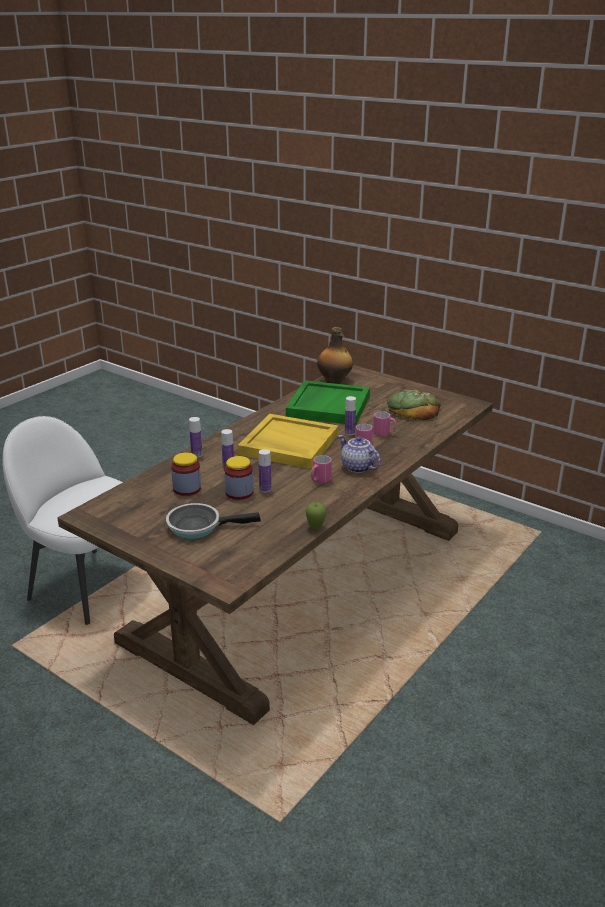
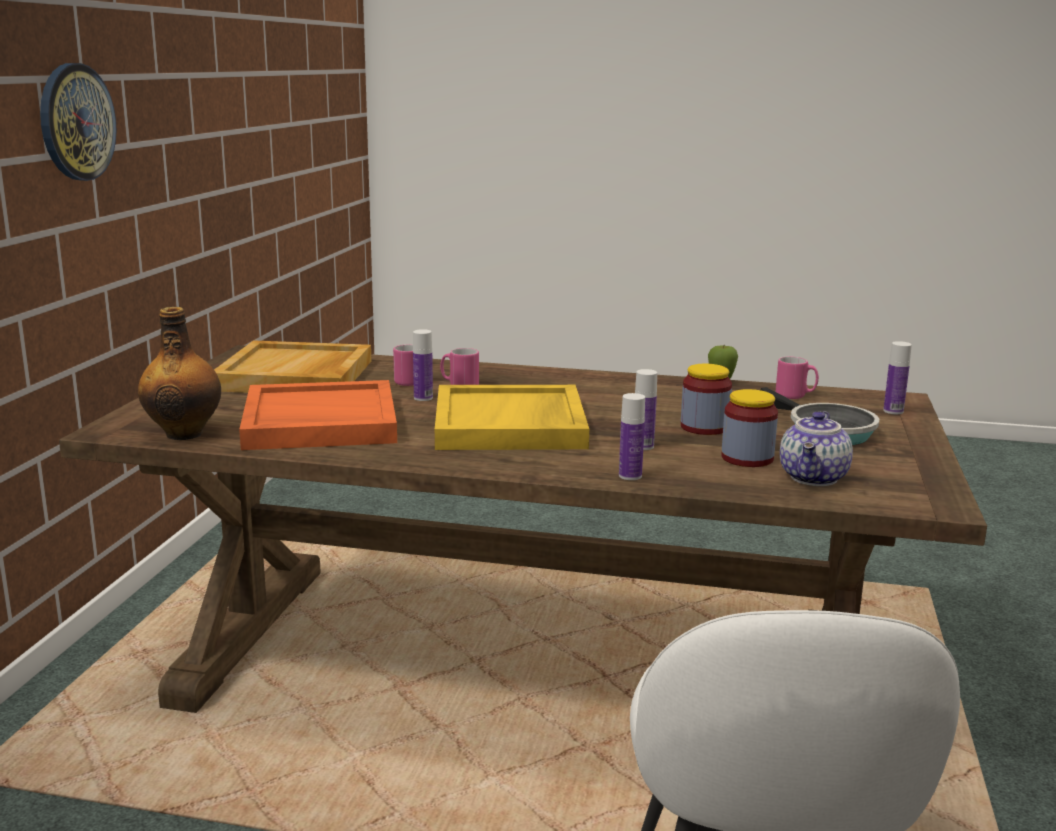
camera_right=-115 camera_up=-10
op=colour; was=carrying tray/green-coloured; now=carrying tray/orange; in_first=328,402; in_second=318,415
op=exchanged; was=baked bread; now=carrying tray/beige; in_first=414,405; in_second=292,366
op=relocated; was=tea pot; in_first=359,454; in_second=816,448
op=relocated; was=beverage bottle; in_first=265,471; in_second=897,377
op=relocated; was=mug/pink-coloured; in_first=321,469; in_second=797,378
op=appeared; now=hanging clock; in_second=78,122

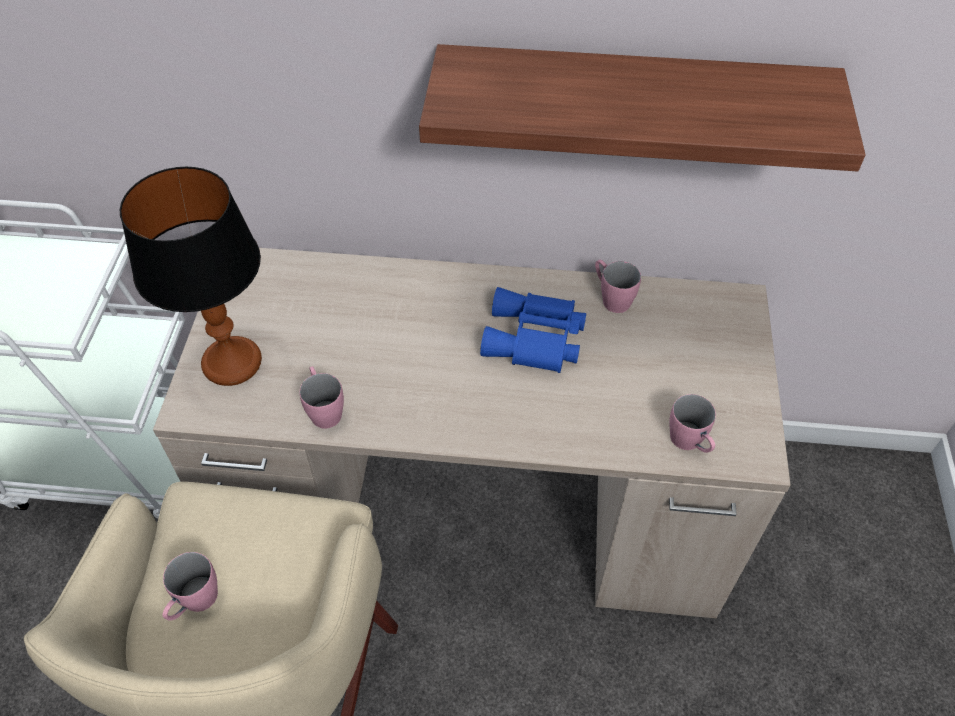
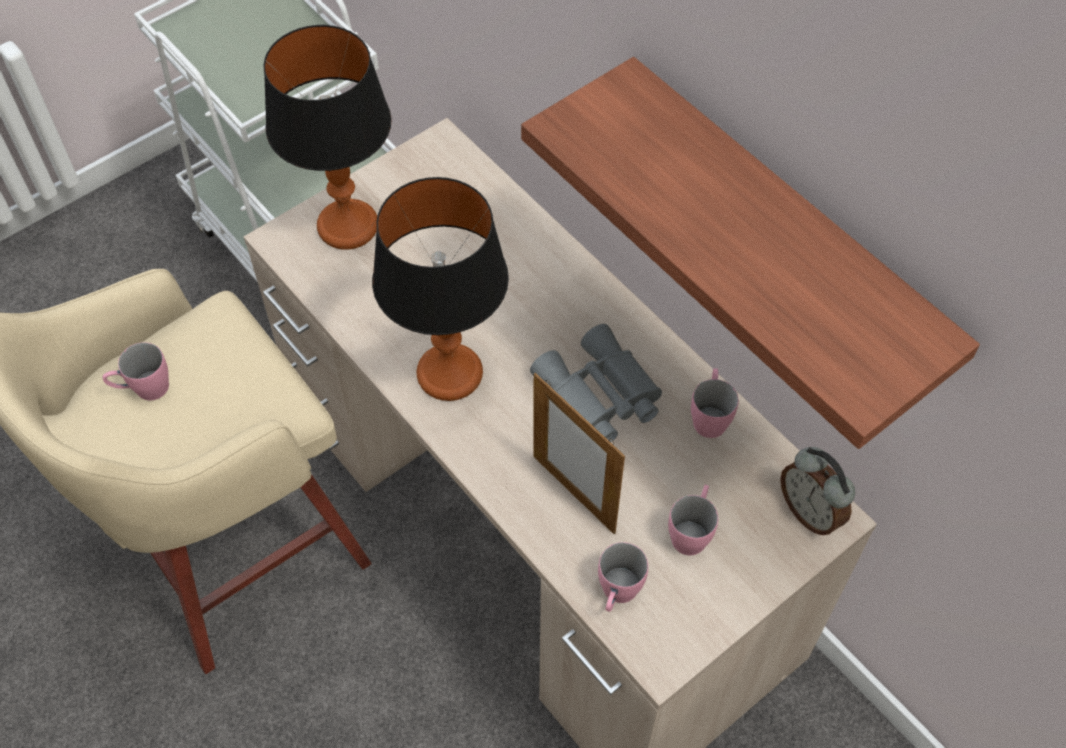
camera_right=45 camera_up=5
op=colour; was=binoculars/blue; now=binoculars/greyish; in_first=533,330; in_second=596,383
op=relocated; was=mug/pink-coloured; in_first=321,397; in_second=693,520
op=appeared; now=tabletop lamp; in_second=440,289
op=appeared; now=photo frame; in_second=579,453
op=appeared; now=table clock; in_second=817,491

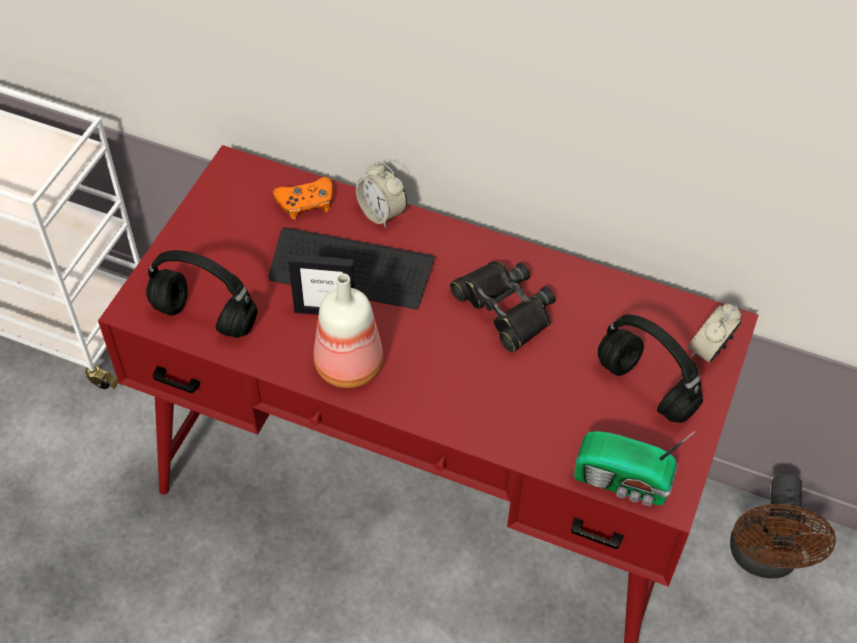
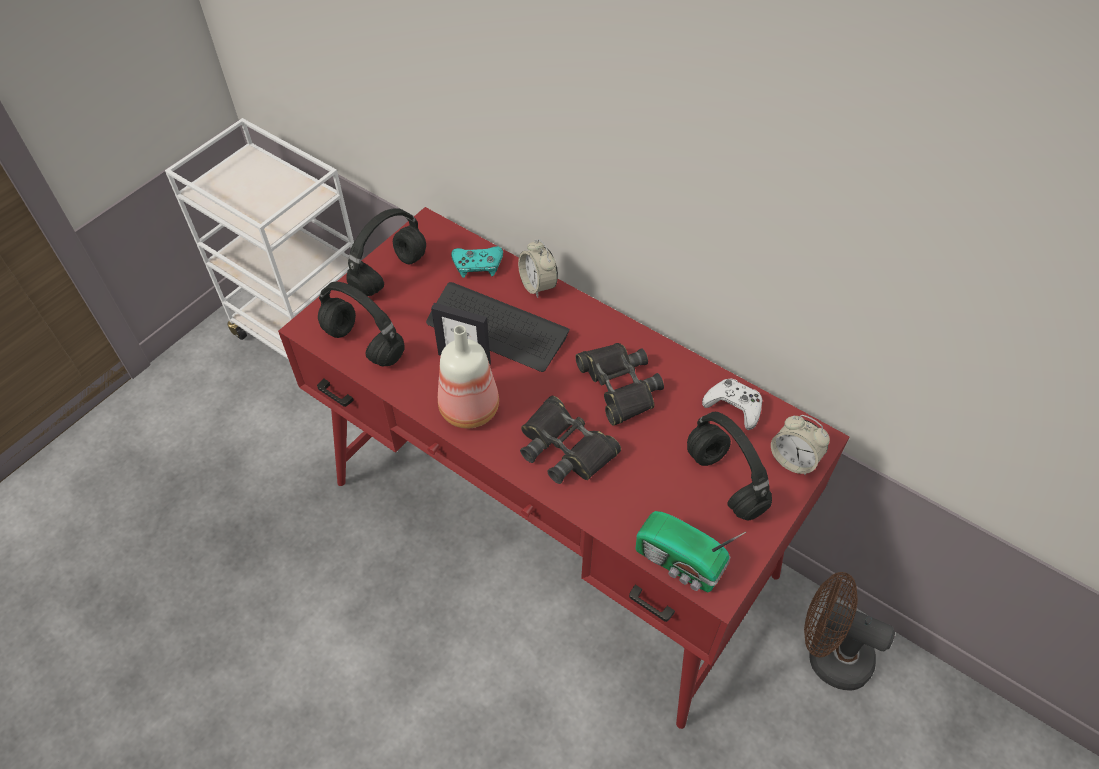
camera_right=15 camera_up=0
op=colour; was=gamepad/orange; now=gamepad/turquoise-coloured; in_first=303,198; in_second=477,262
op=spun; was=table clock; in_first=714,334; in_second=800,445; clockwise=-105
op=spun; was=cooling fan/brown; in_first=783,526; in_second=849,631; clockwise=90
op=appeared; now=headphones/black-coloured; in_second=386,252
op=appeared; now=gamepad/white; in_second=732,404
op=appeared; now=binoculars/black-coloured; in_second=570,440

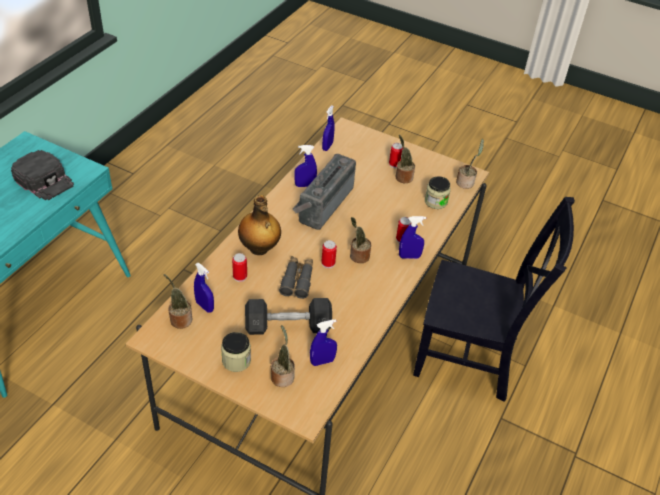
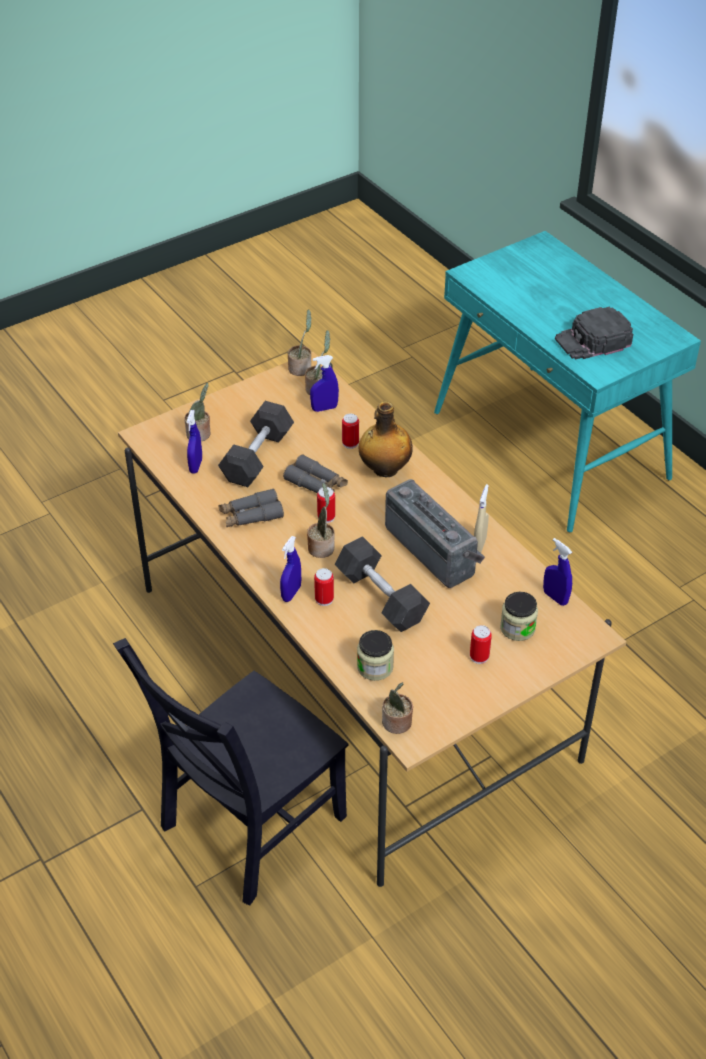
camera_right=120 camera_up=0
op=relocated; was=potted plant; in_first=405,159; in_second=300,342
op=colour; was=sprayer/blue; now=sprayer/beige; in_first=305,166; in_second=481,518
op=relocated; was=jar; in_first=236,352; in_second=519,616
op=appeared; now=binoculars/greyish; in_second=251,507
op=appeared; now=dumbbell/greyish; in_second=382,584

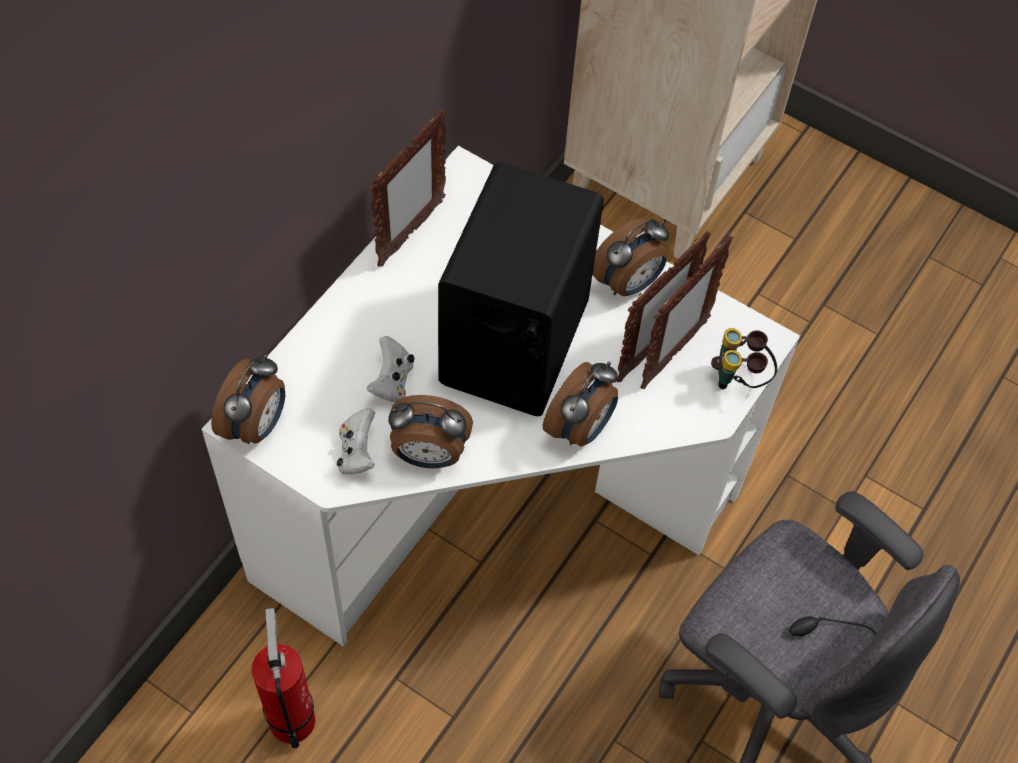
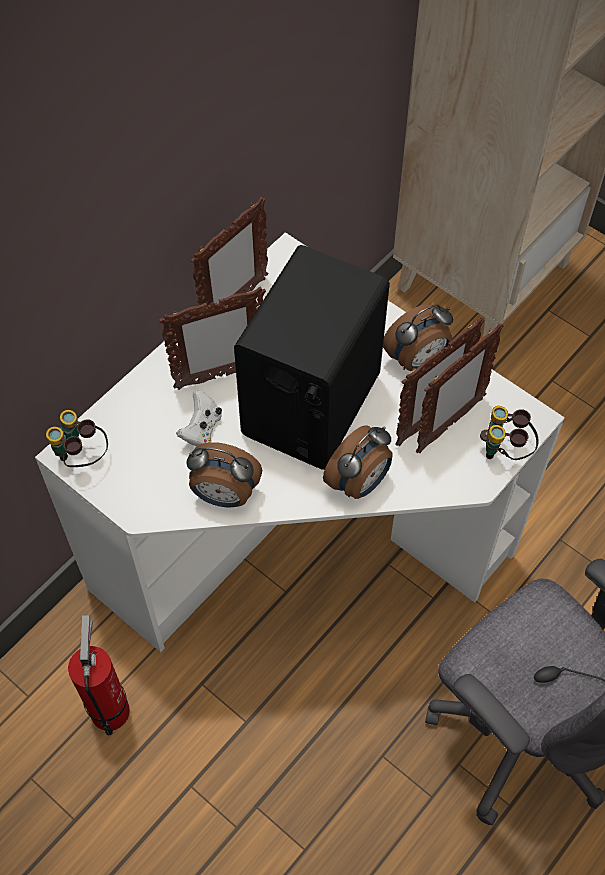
camera_right=10 camera_up=0
op=exchanged; was=table clock; now=binoculars; in_first=248,399; in_second=77,438
op=missing; was=gamepad/white; in_first=356,441
op=appeared; now=photo frame; in_second=212,338

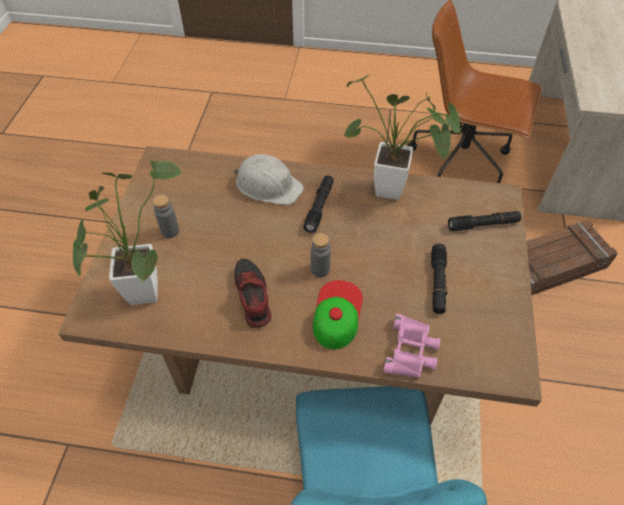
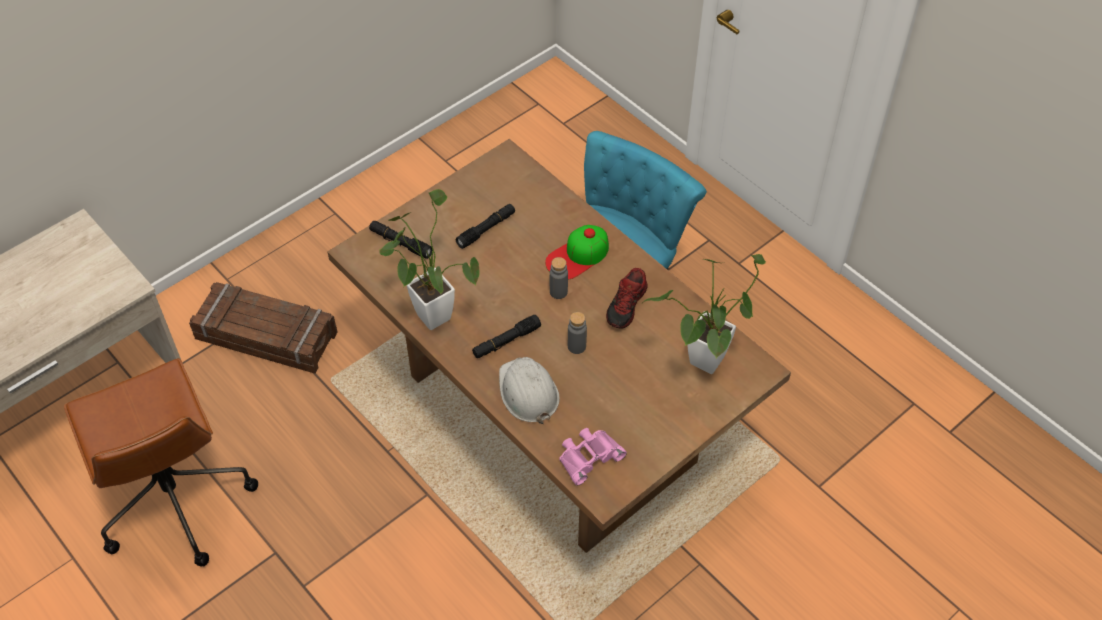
camera_right=-140 camera_up=0
op=relocated; was=beverage bottle/greyish; in_first=166,216; in_second=577,333
op=relocated; was=binoculars/pink-coloured; in_first=411,346; in_second=593,456

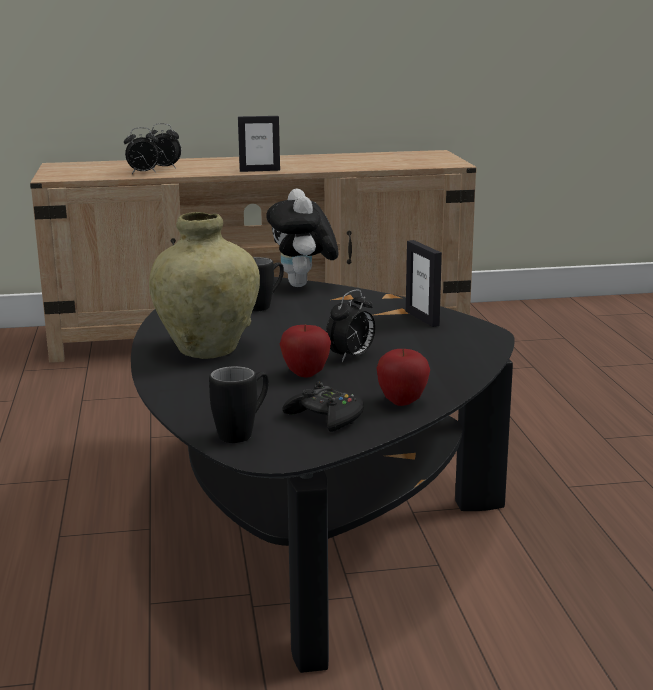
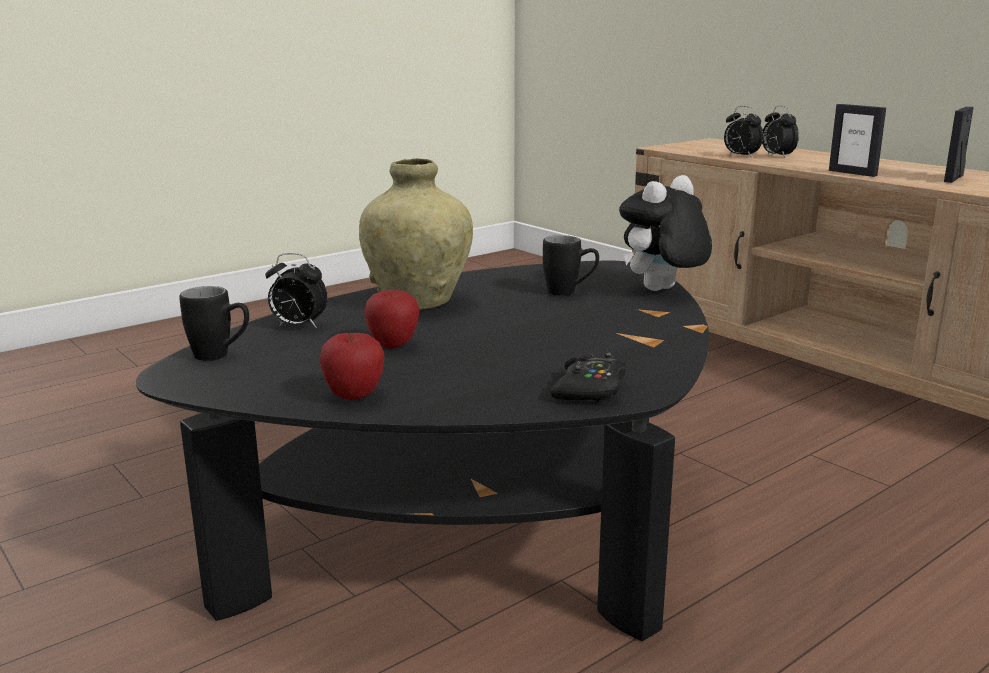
camera_right=60 camera_up=0
op=relocated; was=photo frame; in_first=424,283; in_second=959,145
op=relocated; was=table clock; in_first=350,325; in_second=296,290
op=relocated; was=gamepad/black-coloured; in_first=323,406; in_second=588,377

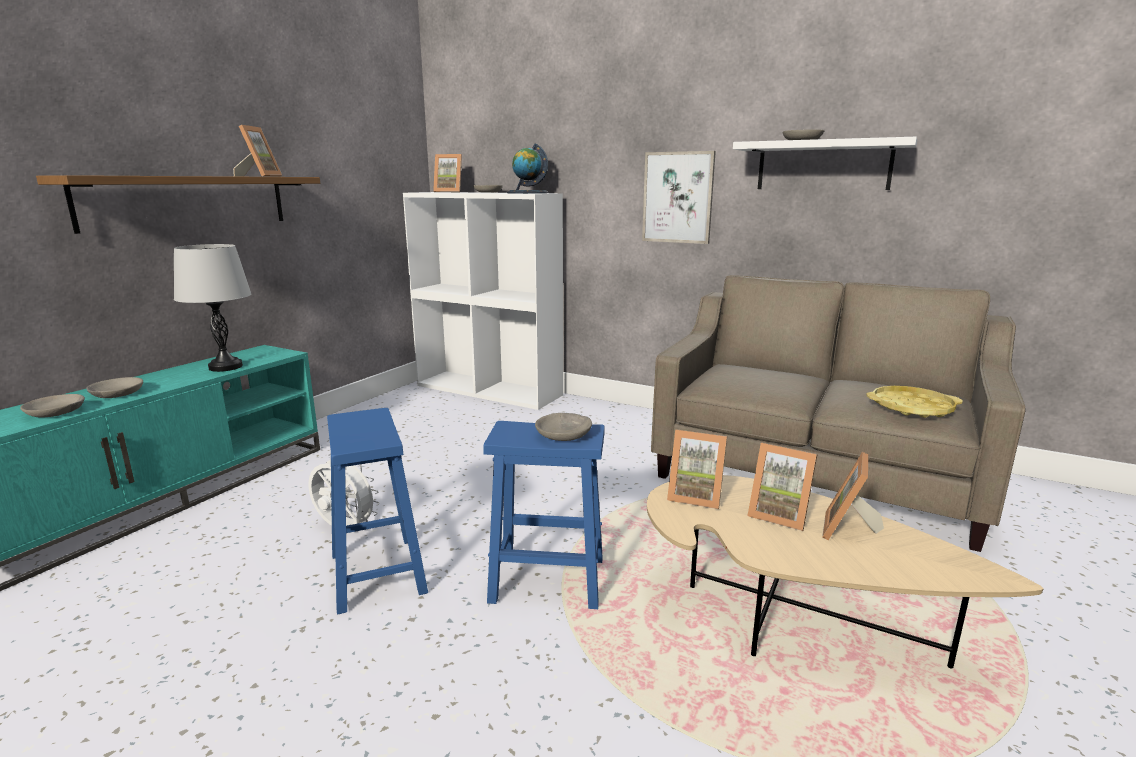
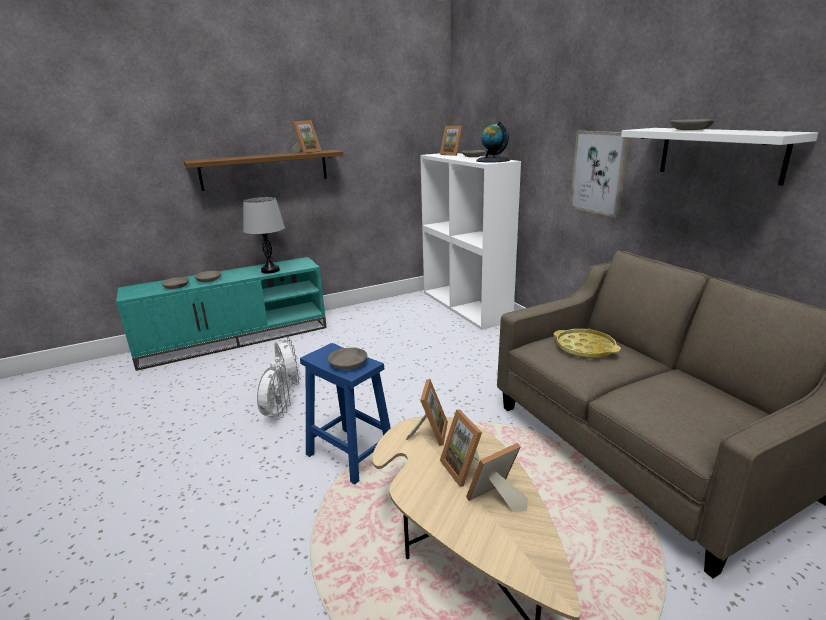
camera_right=35 camera_up=5
op=relocated; was=carrying tray/yellow-coloured; in_first=914,402; in_second=587,344
op=exchanged; was=sitting stool/blue; now=cooling fan/white; in_first=377,511; in_second=275,392
op=spun; was=photo frame; in_first=697,469; in_second=427,412; clockwise=-135

